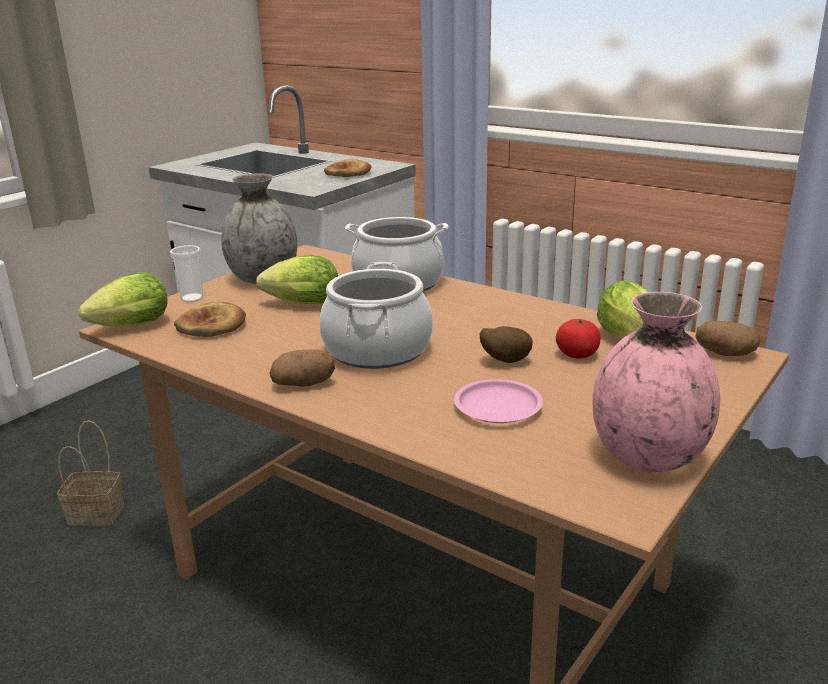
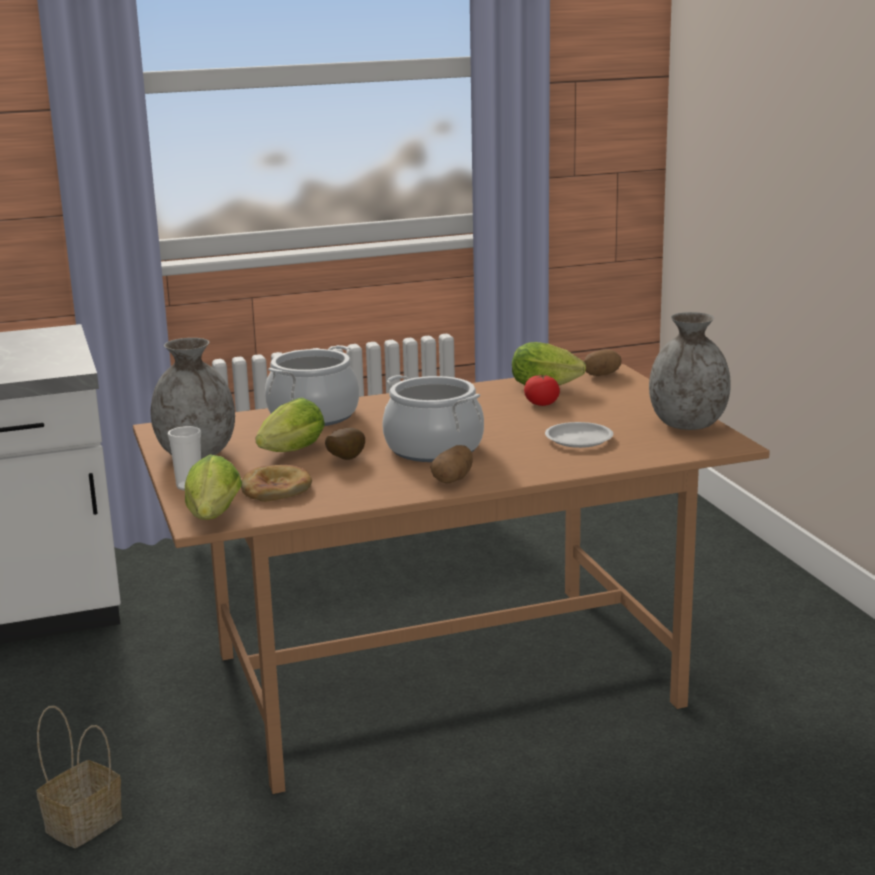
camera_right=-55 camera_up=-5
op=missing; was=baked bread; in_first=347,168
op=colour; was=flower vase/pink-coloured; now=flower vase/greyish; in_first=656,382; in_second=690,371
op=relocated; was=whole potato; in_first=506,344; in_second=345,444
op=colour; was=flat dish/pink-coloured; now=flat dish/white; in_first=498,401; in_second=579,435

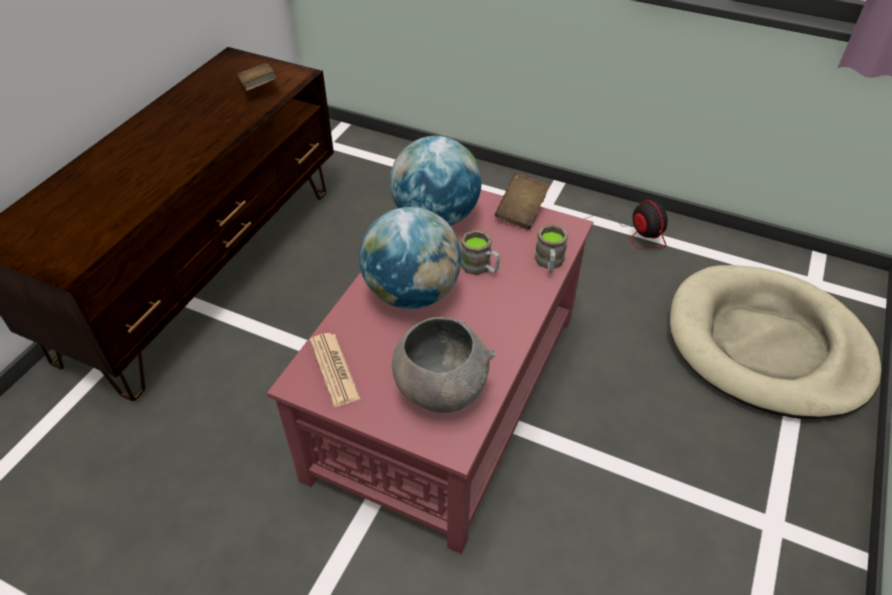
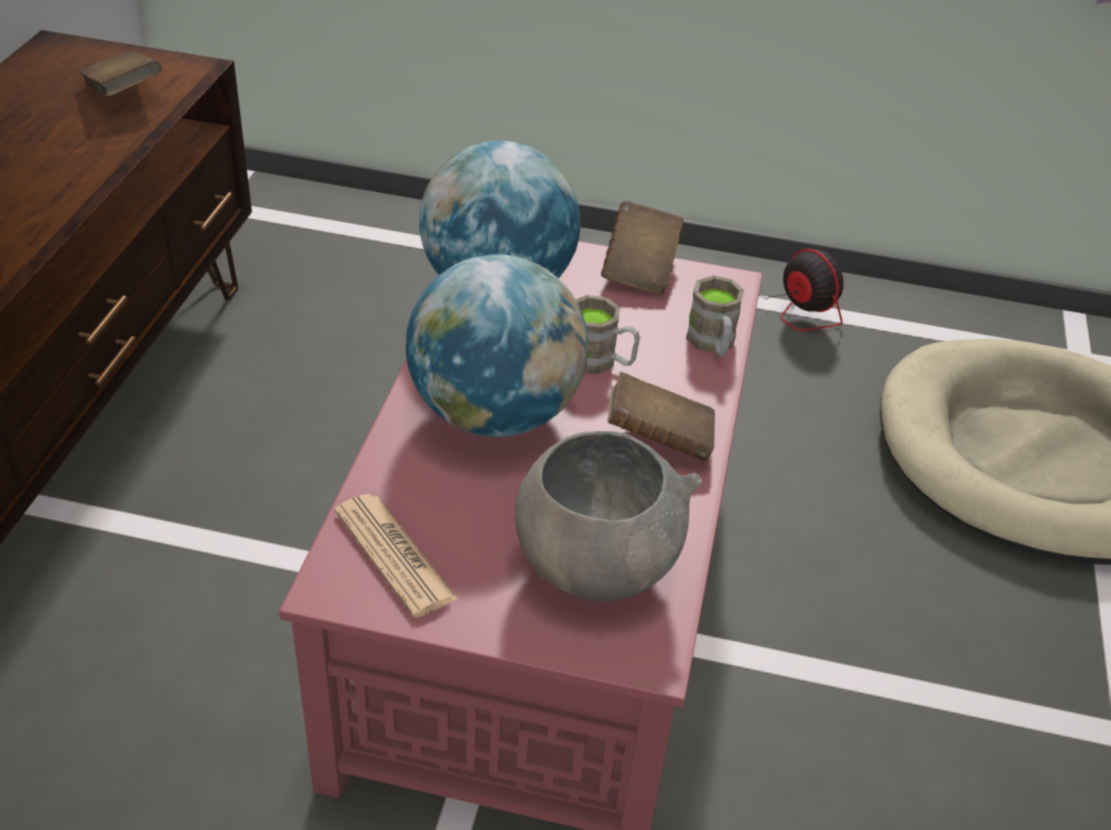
camera_right=-15 camera_up=-5
op=appeared; now=book/brown; in_second=661,417

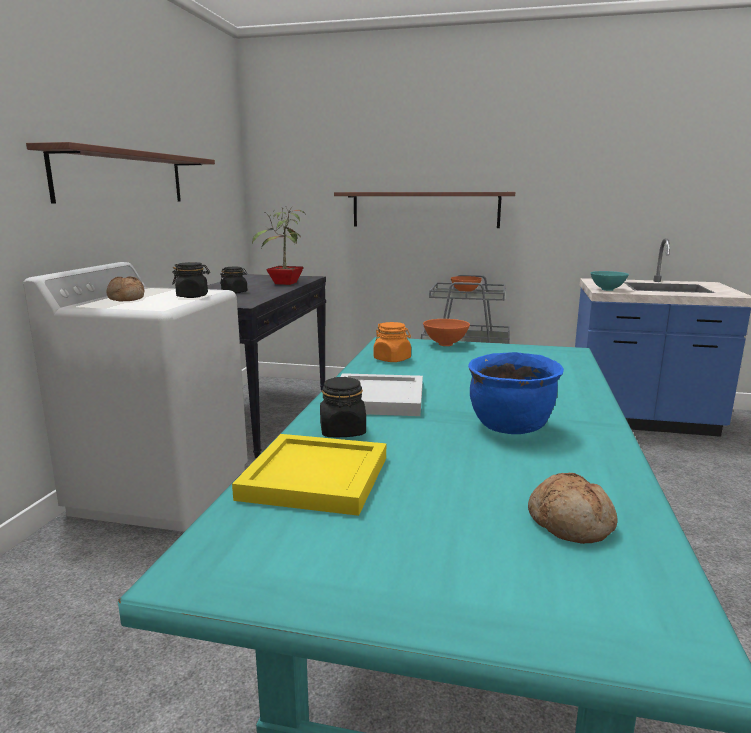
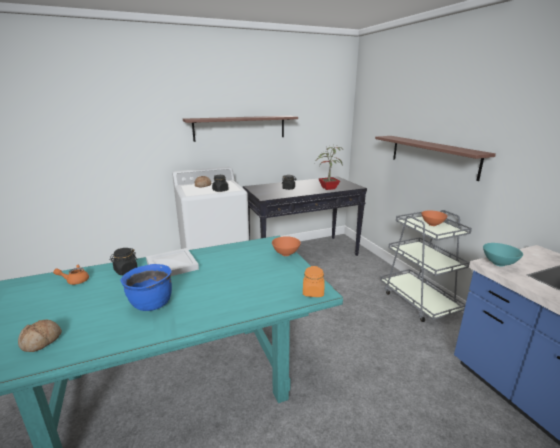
camera_right=55 camera_up=5
op=relocated; was=jar/orange; in_first=392,342; in_second=314,281
op=exchanged; was=carrying tray/yellow-coloured; now=tea pot/orange; in_first=309,475; in_second=71,275

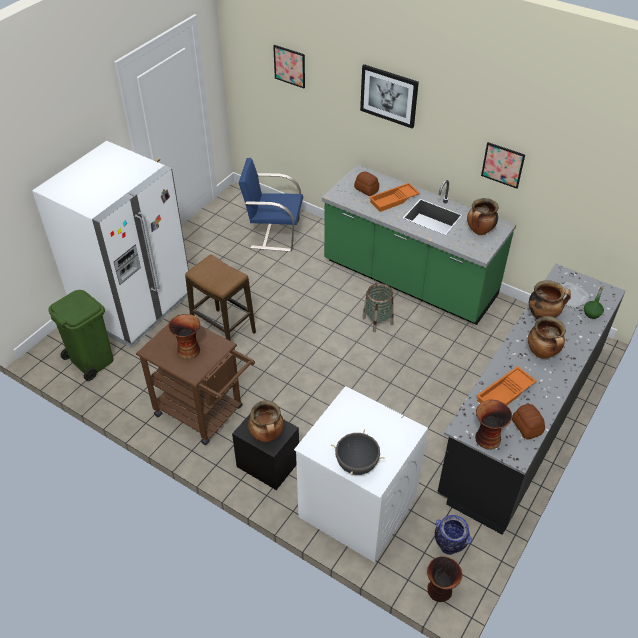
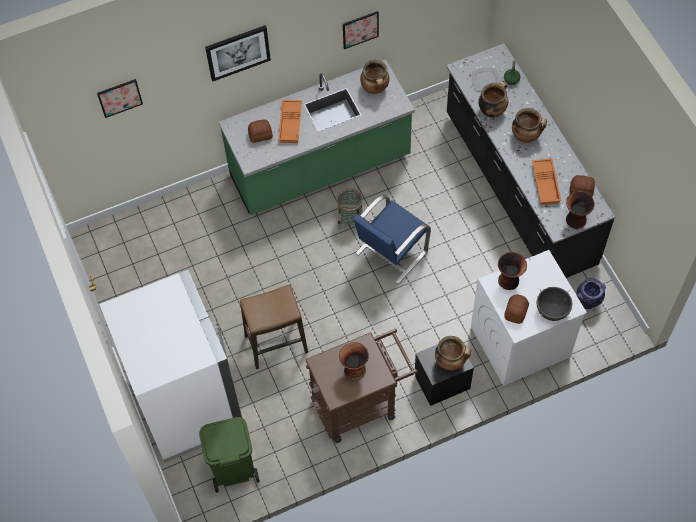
camera_right=-55 camera_up=15
op=relocated; was=upright chair/blue; in_first=270,205; in_second=392,239
op=relocated; was=flower vase; in_first=444,579; in_second=512,271
op=appeared; now=baked bread; in_second=516,309

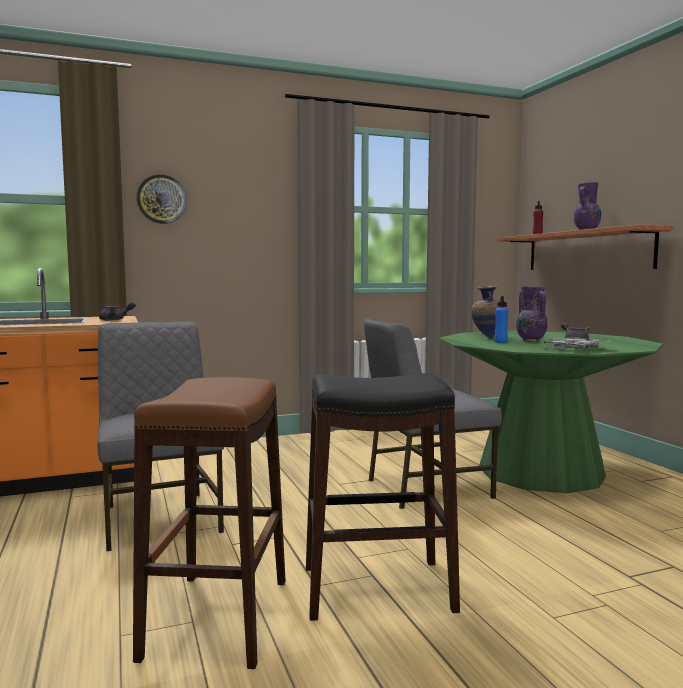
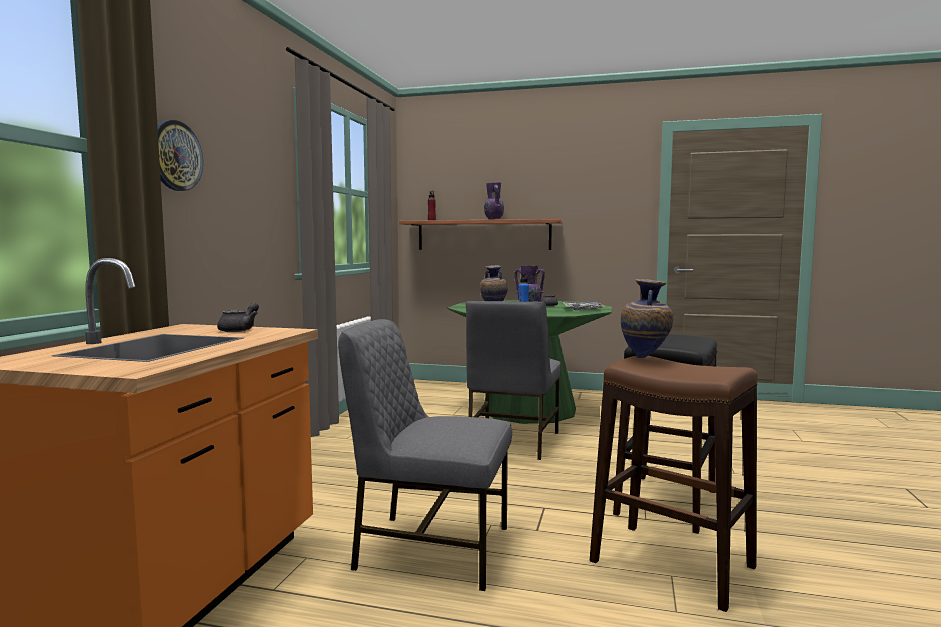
camera_right=-55 camera_up=0
op=appeared; now=flower vase; in_second=647,318

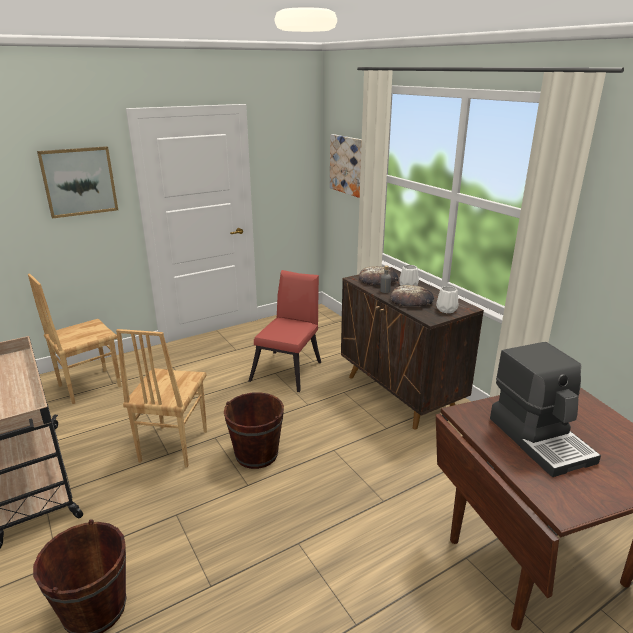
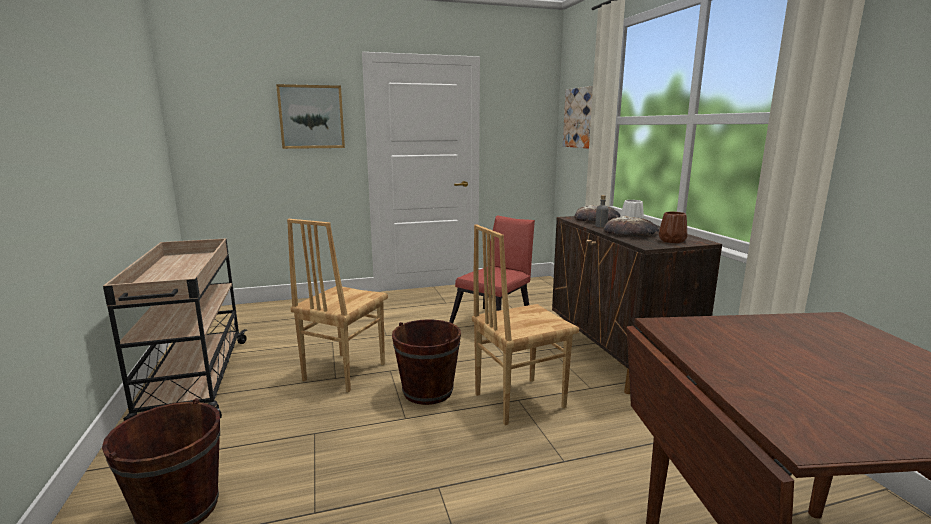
camera_right=15 camera_up=-10
op=relocated; was=upright chair/brown; in_first=74,338; in_second=525,324
op=colour; was=flower vase/white; now=flower vase/brown; in_first=447,299; in_second=673,227
op=missing; was=coffee brewer; in_first=545,409

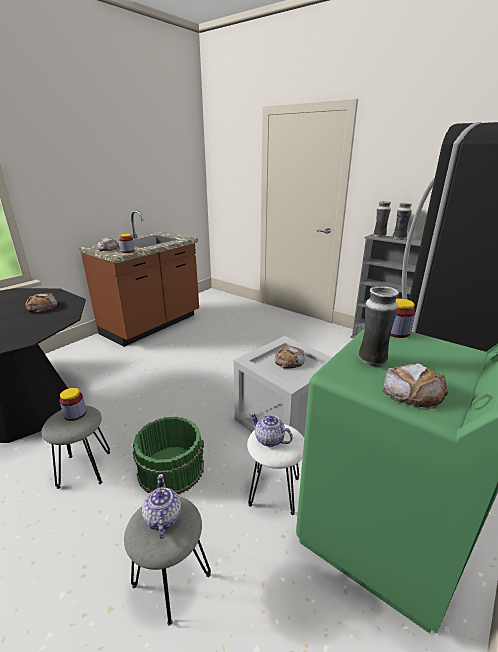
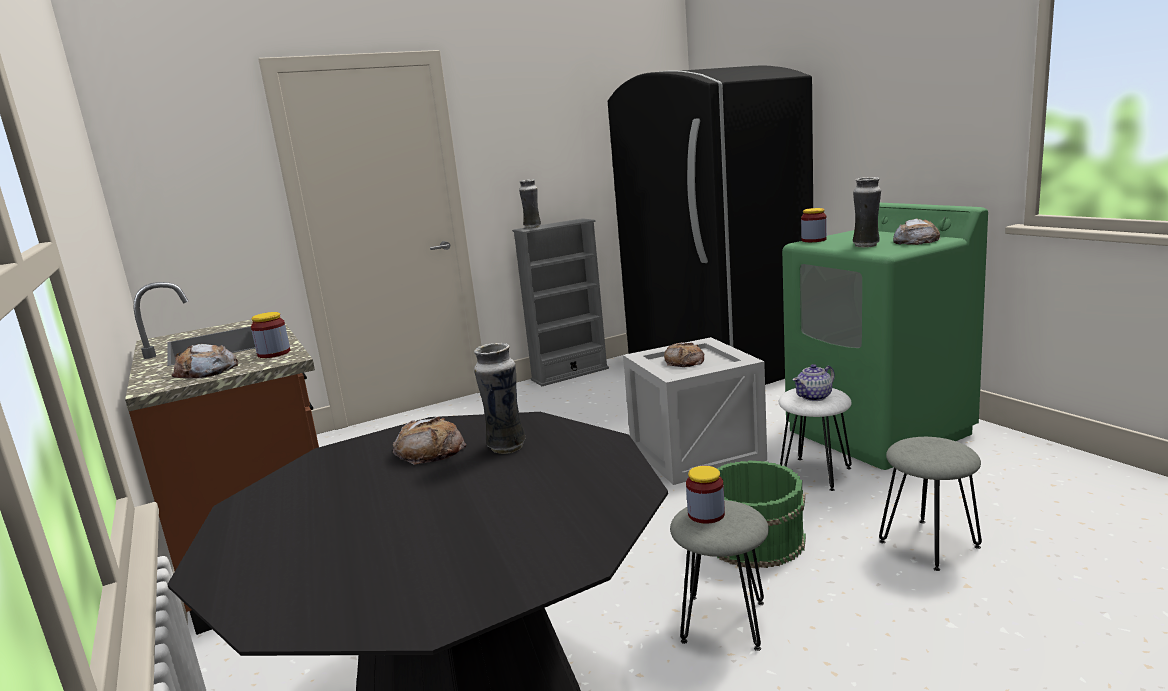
camera_right=-65 camera_up=-10
op=relocated; was=flower vase; in_first=402,221; in_second=499,398
op=missing; was=tea pot; in_first=162,506

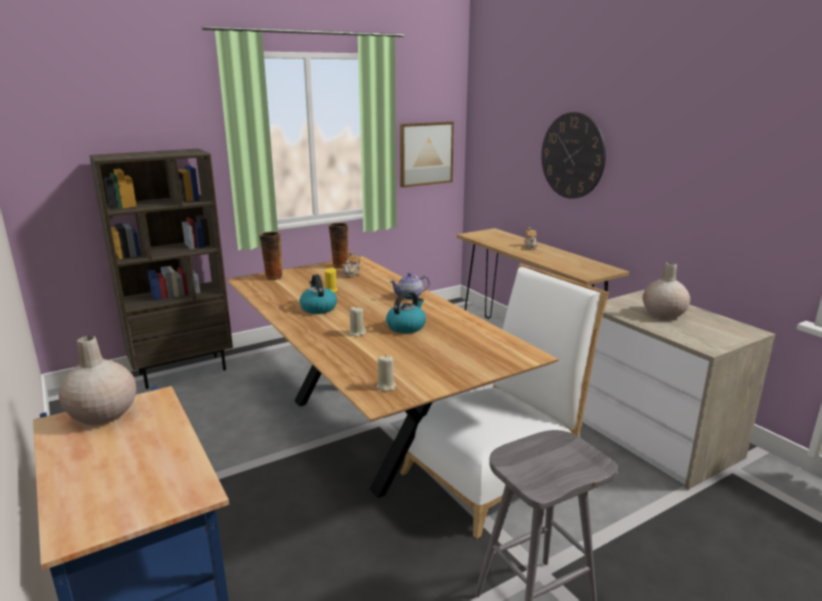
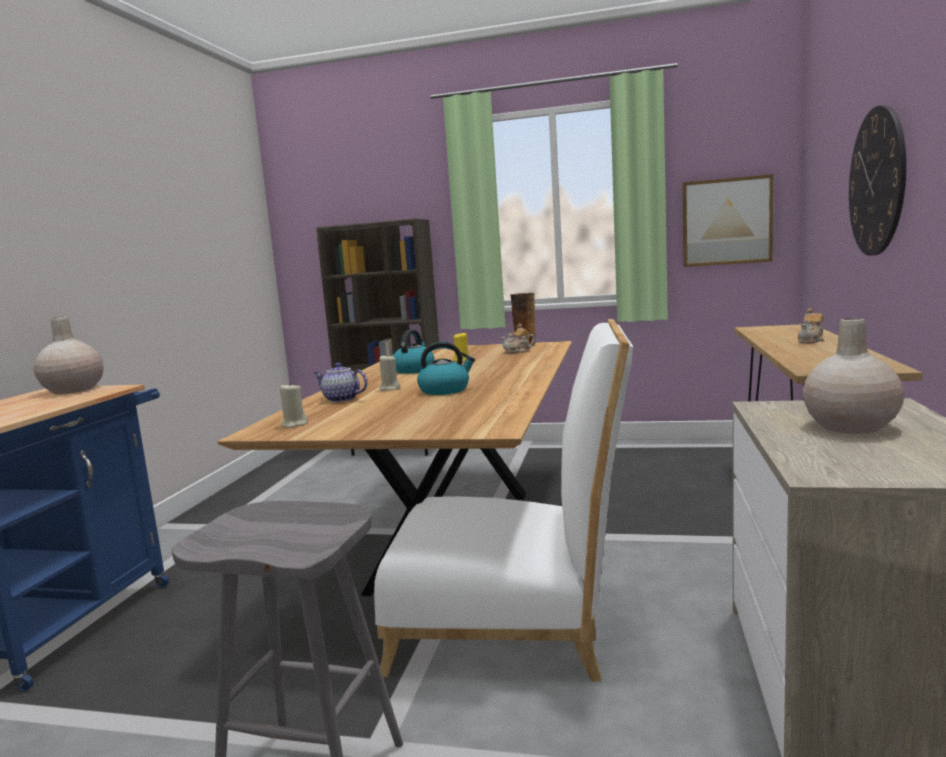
camera_right=45 camera_up=-10
op=missing; was=flower vase; in_first=271,255
op=relocated; was=tea pot; in_first=410,286; in_second=340,382

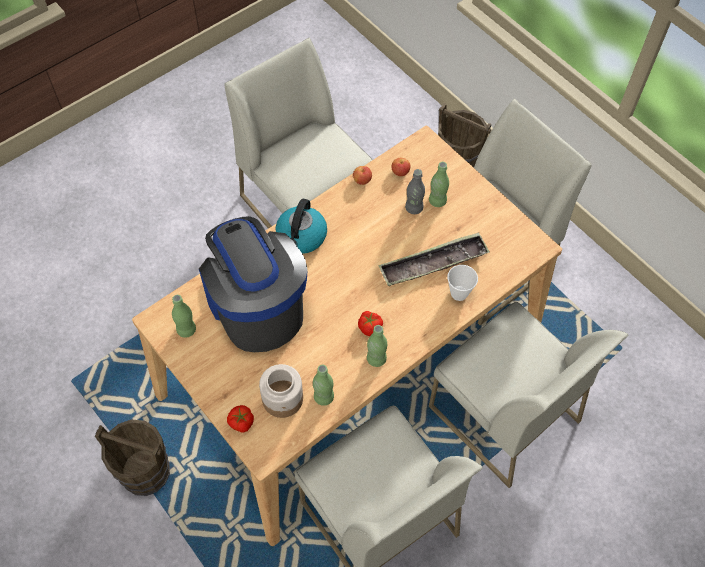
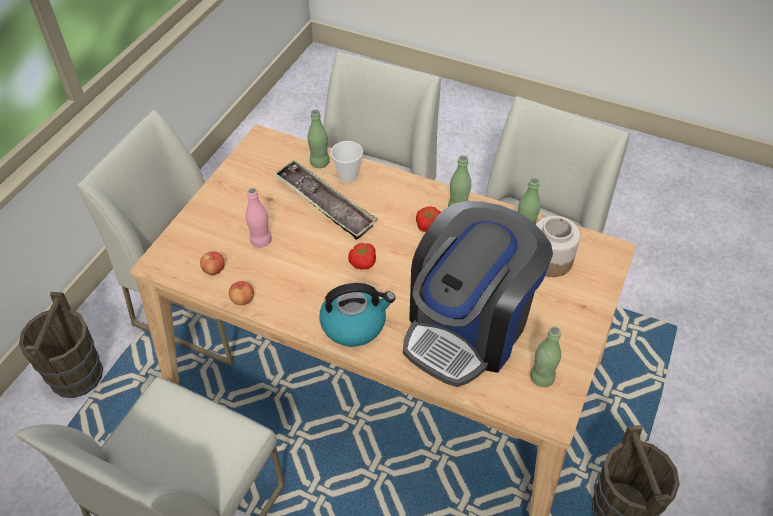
camera_right=-115 camera_up=-10
op=relocated; was=beverage bottle/green-coloured; in_first=439,184; in_second=319,138
op=colour; was=beverage bottle/greyish; now=beverage bottle/pink-coloured; in_first=415,191; in_second=259,218
op=relocated; was=whole tomato; in_first=240,418; in_second=362,256

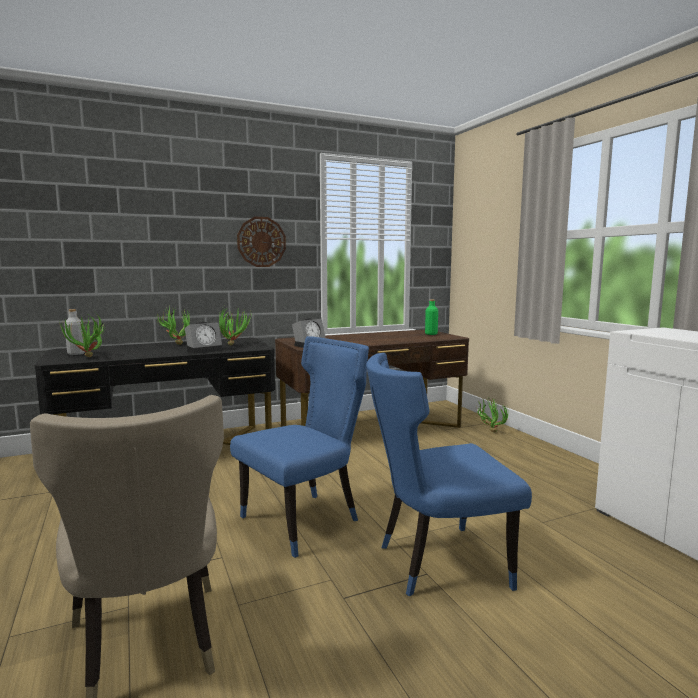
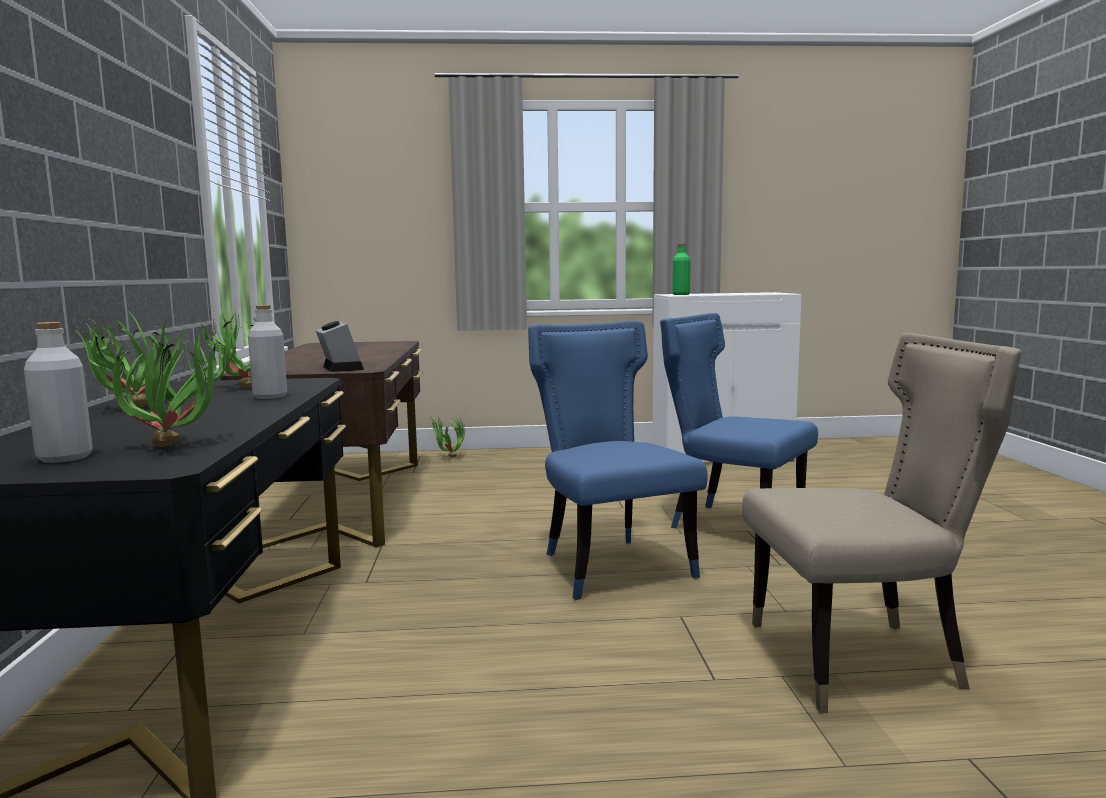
camera_right=-70 camera_up=0
op=missing; was=hanging clock; in_first=261,242
op=relocated; was=beverage bottle/green-coloured; in_first=431,317; in_second=681,269
op=exchanged; was=table clock; now=beverage bottle/greyish; in_first=204,338; in_second=267,352
op=spun; was=upright chair/blue; in_first=449,475; in_second=739,420; clockwise=120

